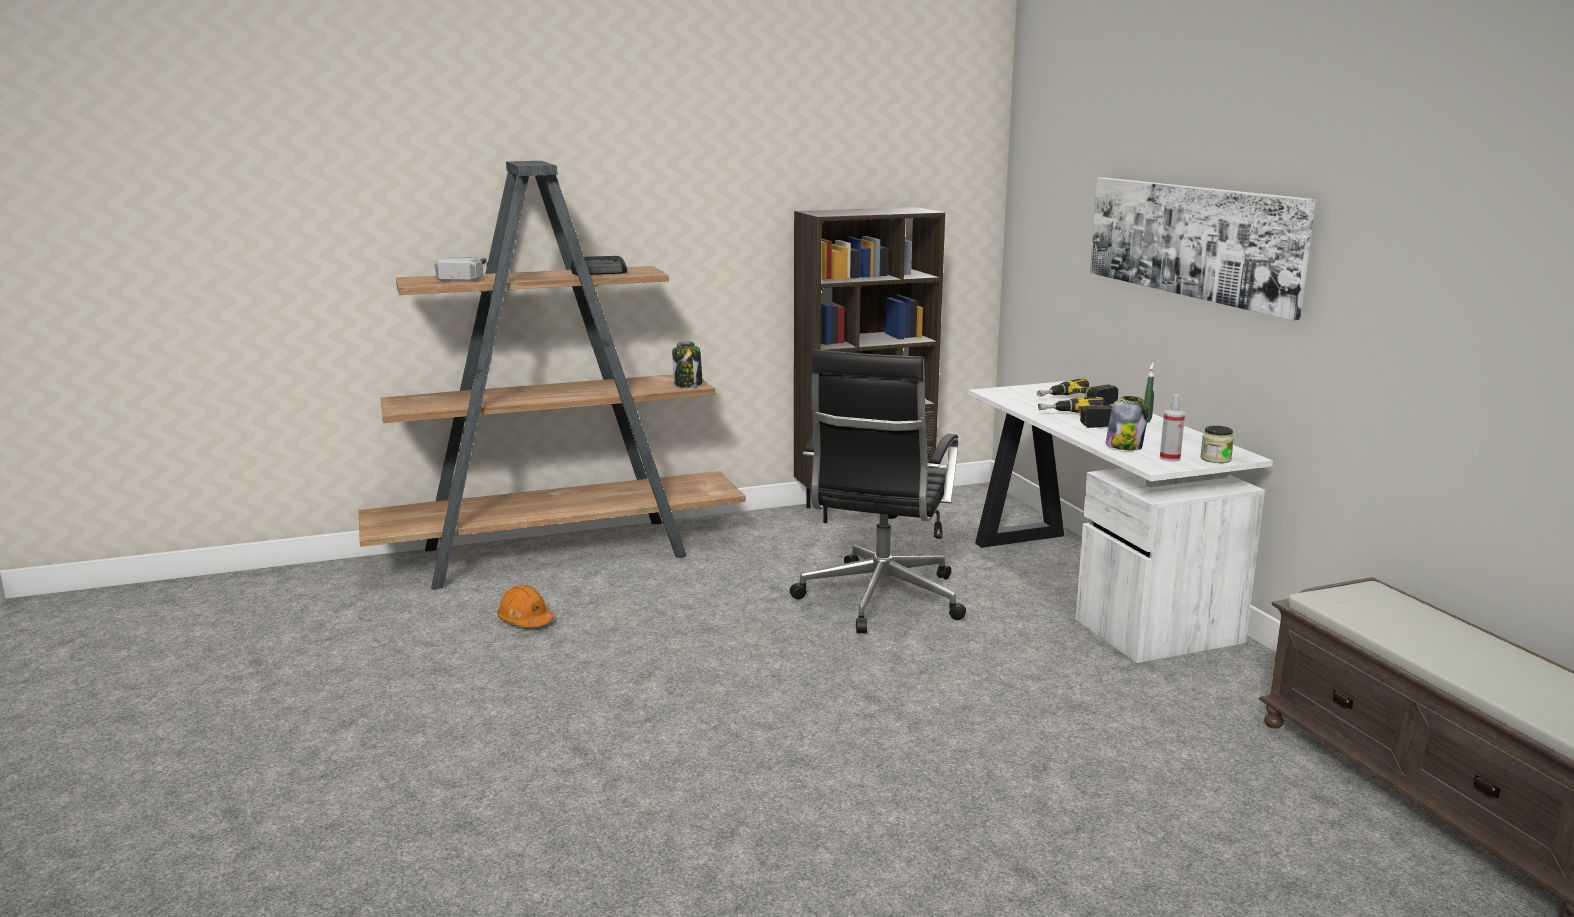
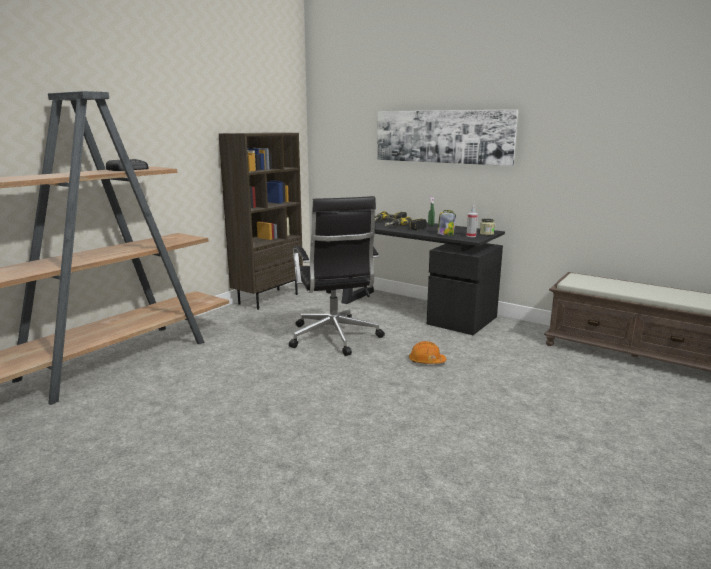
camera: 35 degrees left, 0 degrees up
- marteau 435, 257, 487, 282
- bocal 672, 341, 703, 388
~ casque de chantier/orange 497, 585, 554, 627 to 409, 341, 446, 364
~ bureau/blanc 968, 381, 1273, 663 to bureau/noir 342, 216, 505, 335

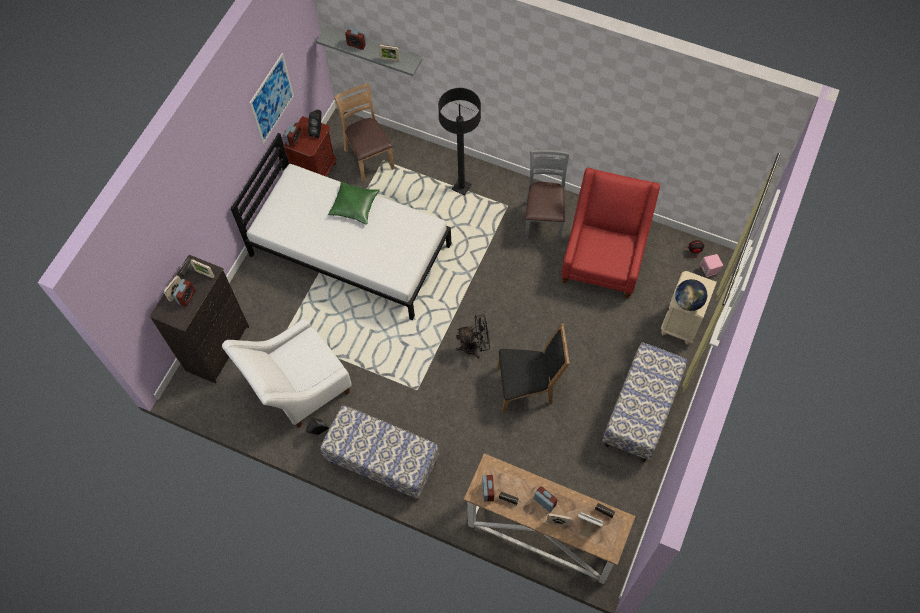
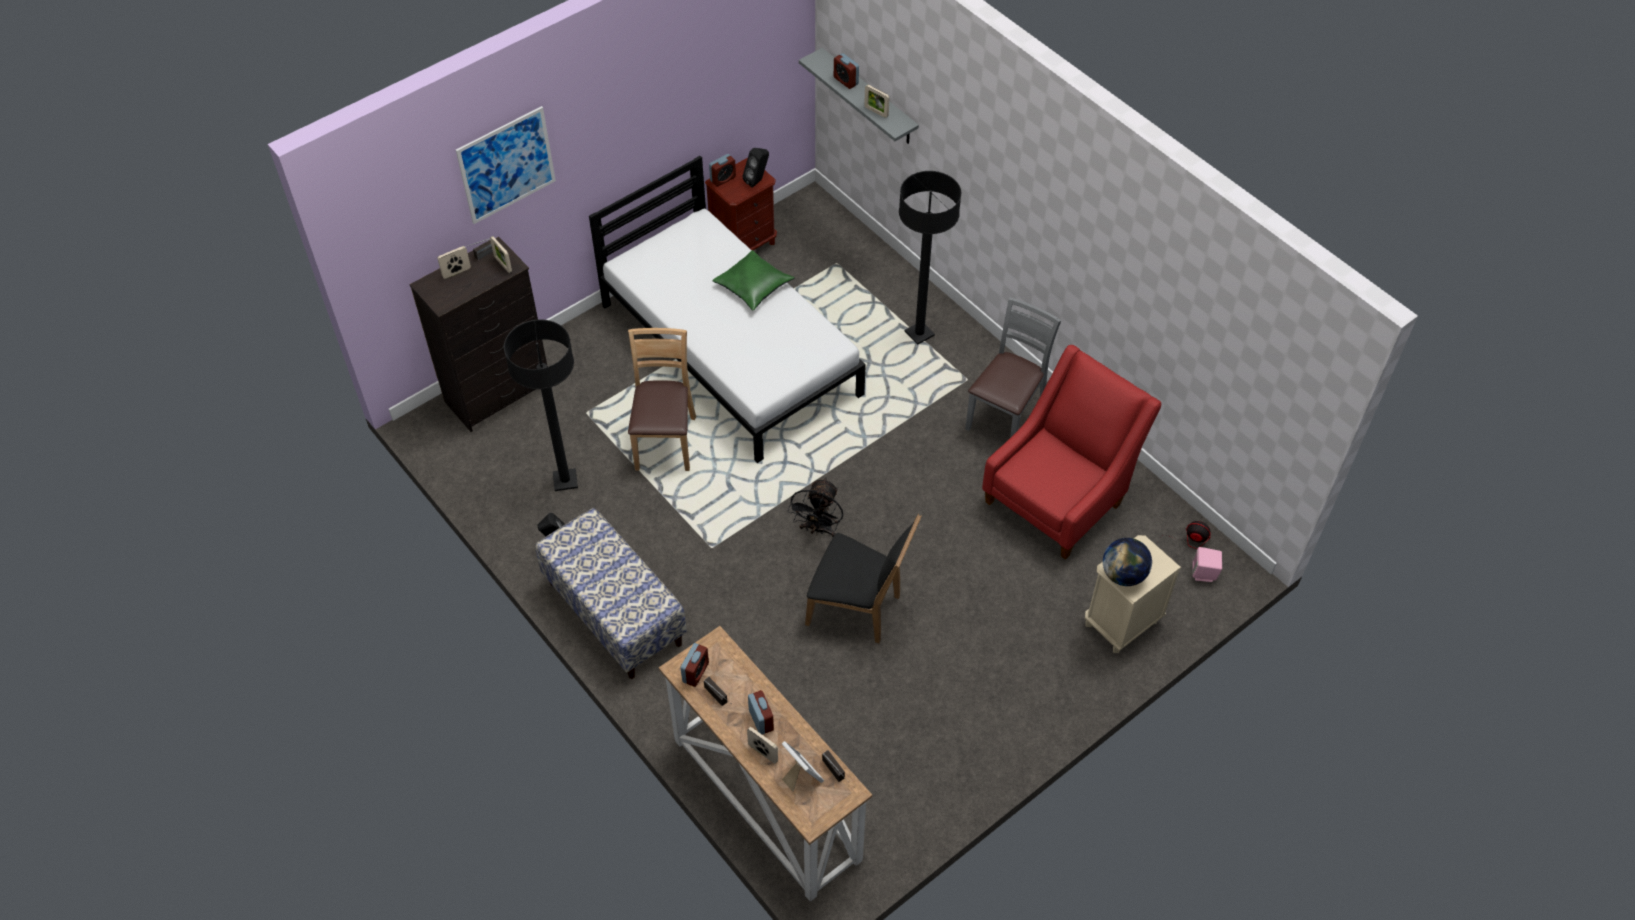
camera: 25 degrees right, 10 degrees down
- réveil 173, 279, 195, 307
- banc 602, 343, 687, 462
~ tableau 249, 53, 294, 144 to 456, 106, 556, 224
~ chaise/marron 334, 83, 394, 182 to 628, 328, 696, 471
~ fauteuil/blanc 222, 318, 352, 428 to lampadaire/noir 504, 319, 578, 491
~ ventilateur/noir 456, 315, 490, 358 = 788, 478, 843, 537 90 degrees clockwise

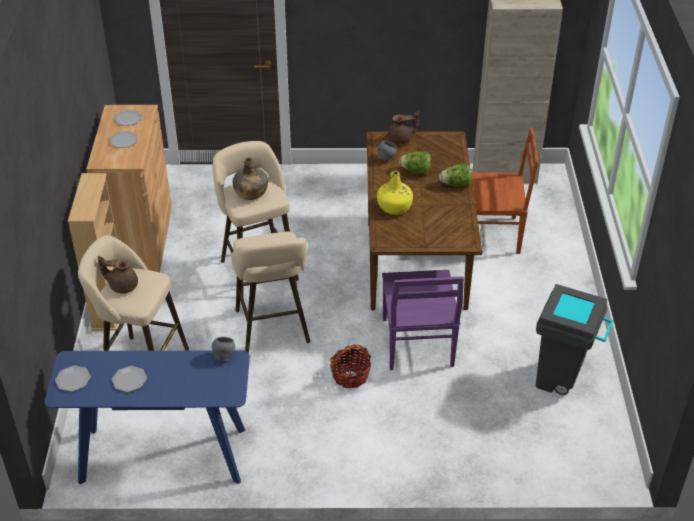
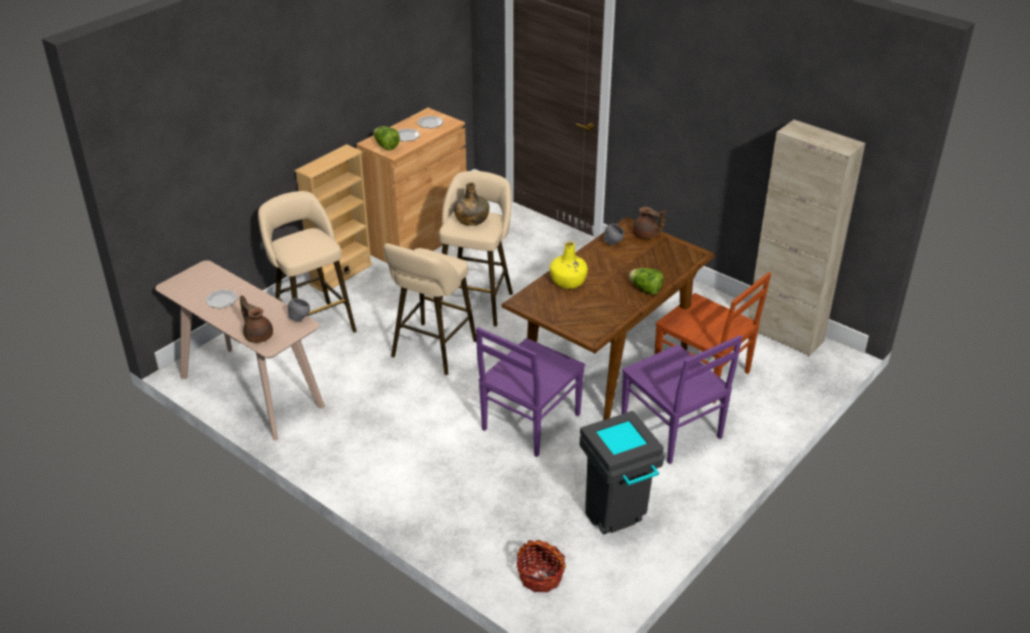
camera: 40 degrees right, 5 degrees down
- assiette 55, 365, 91, 392
+ chaise/violet 621, 335, 742, 464
~ théière/marron 98, 256, 138, 293 to 240, 295, 273, 343
~ panier 330, 344, 371, 388 to 517, 540, 566, 592
~ laitue 399, 151, 431, 175 to 374, 126, 400, 150
~ table console/bleu 45, 350, 250, 484 to table console/beige 155, 260, 325, 441

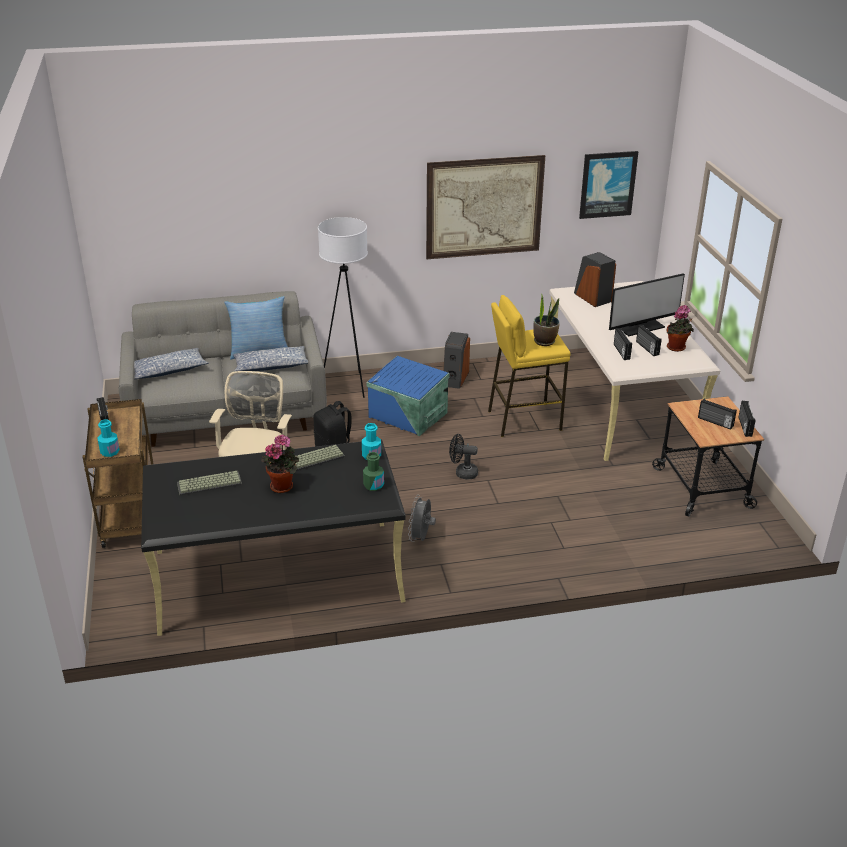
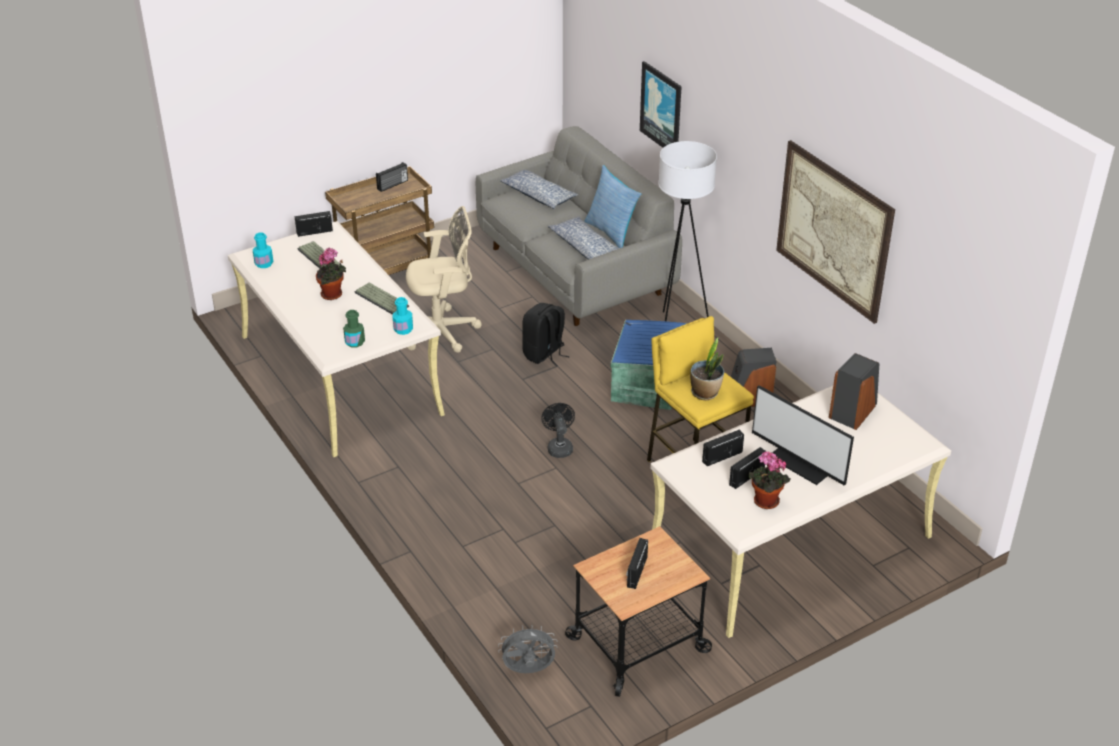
camera: 70 degrees right, 5 degrees up
~ bouteille/turquoise 97, 420, 120, 457 to 253, 232, 273, 268
~ ventilateur/gris 408, 495, 436, 542 to 498, 625, 557, 673
~ tableau 579, 151, 638, 219 to 640, 61, 682, 148
~ radio 738, 401, 756, 437 to 295, 211, 333, 237
~ bureau/noir 141, 439, 406, 636 to bureau/beige 228, 221, 445, 457

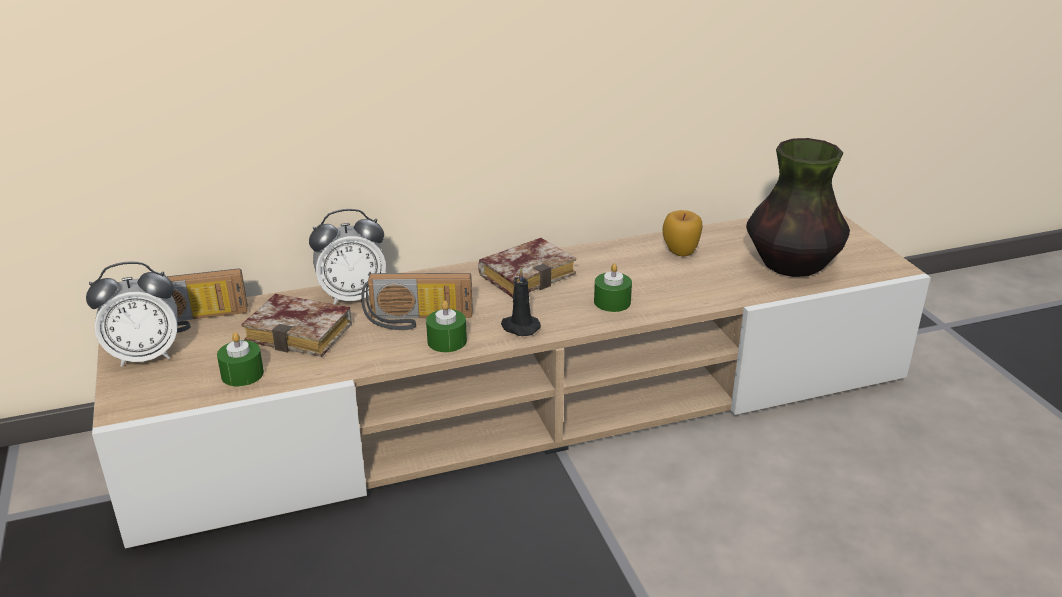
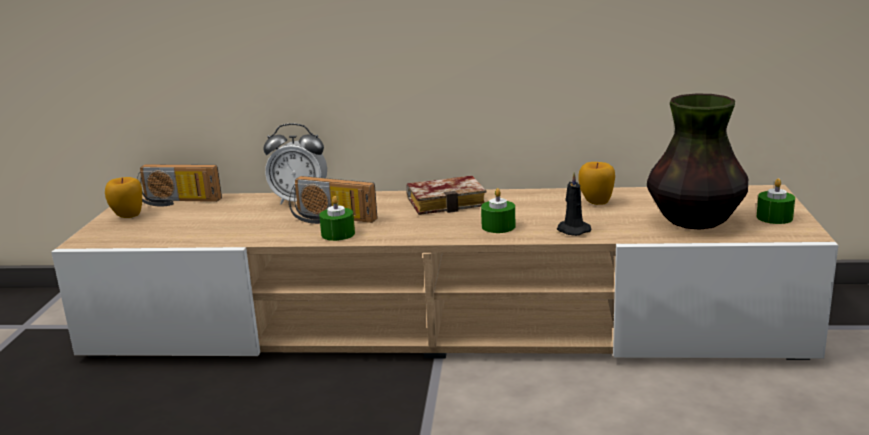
camera: 25 degrees right, 10 degrees down
- livre 241, 294, 352, 357
~ bougie/vert 217, 332, 264, 386 to 757, 178, 795, 224
~ bougie/noir 501, 267, 541, 336 to 557, 172, 592, 236
~ réveil 86, 262, 178, 367 to pomme 105, 177, 142, 218

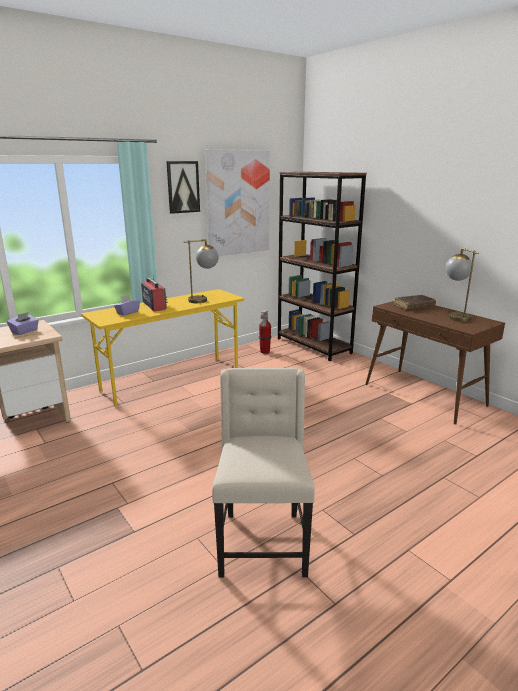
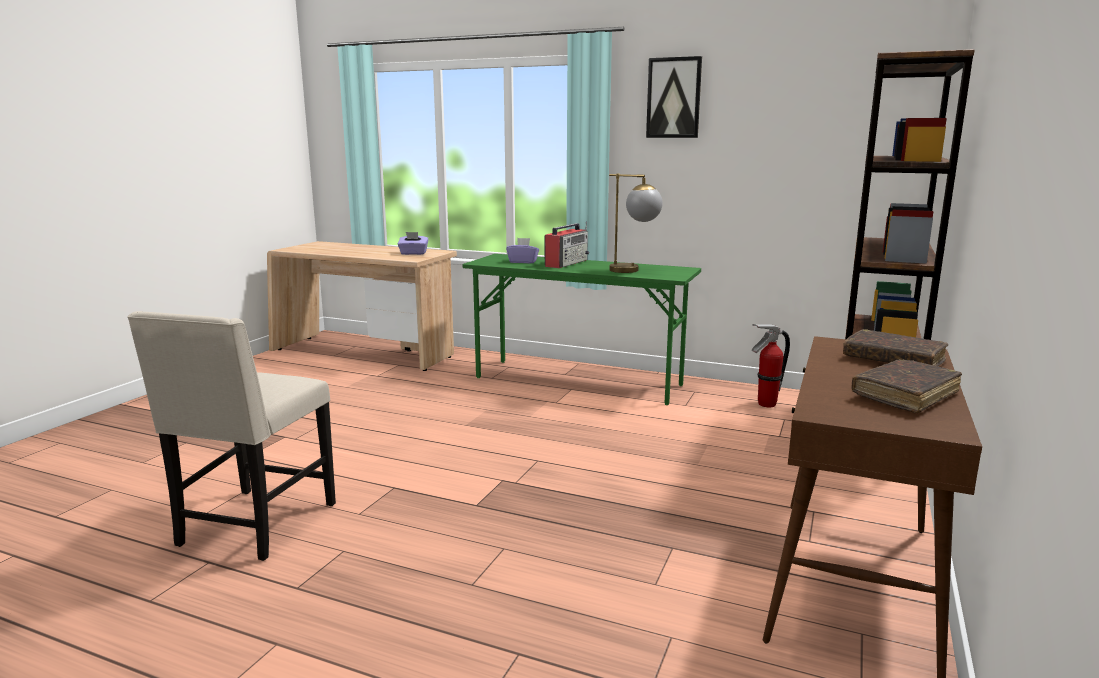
camera: 60 degrees right, 5 degrees down
- tableau 205, 149, 270, 256
~ lampe de table 445, 248, 479, 322 to livre/marron 851, 360, 962, 413
~ bureau/jaune 81, 289, 244, 408 to bureau/vert 463, 254, 701, 405
~ chaise/beige 212, 368, 315, 578 = 127, 311, 336, 561 135 degrees clockwise

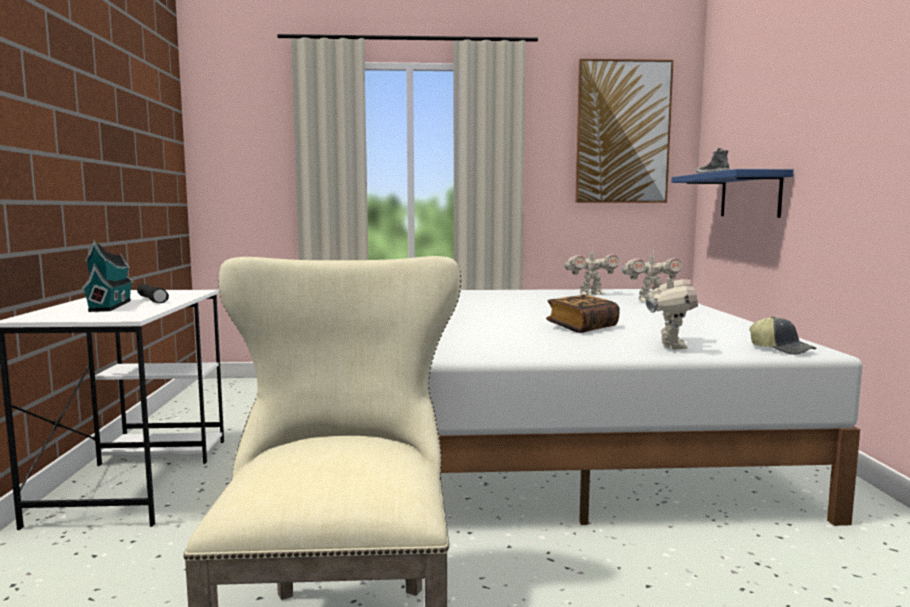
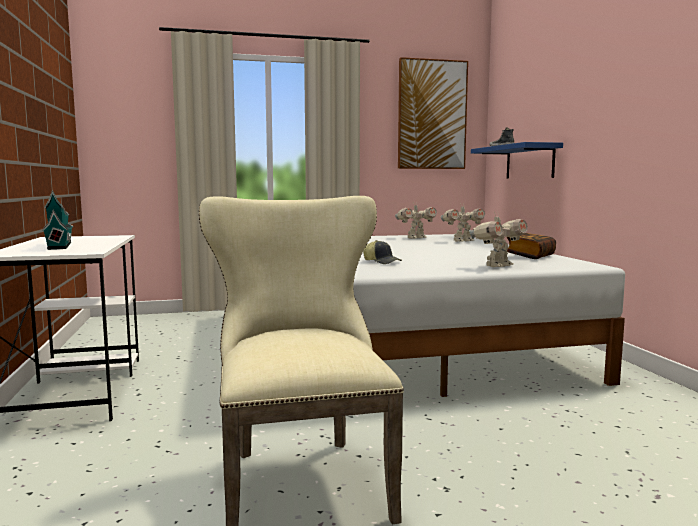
camera: 10 degrees left, 0 degrees up
- lampe de poche/noir 137, 284, 169, 303
~ livre 546, 295, 620, 333 to 507, 233, 556, 259
~ casquette 749, 316, 817, 355 to 363, 240, 402, 264
~ robot jouet 646, 270, 698, 350 = 469, 211, 528, 267 45 degrees clockwise

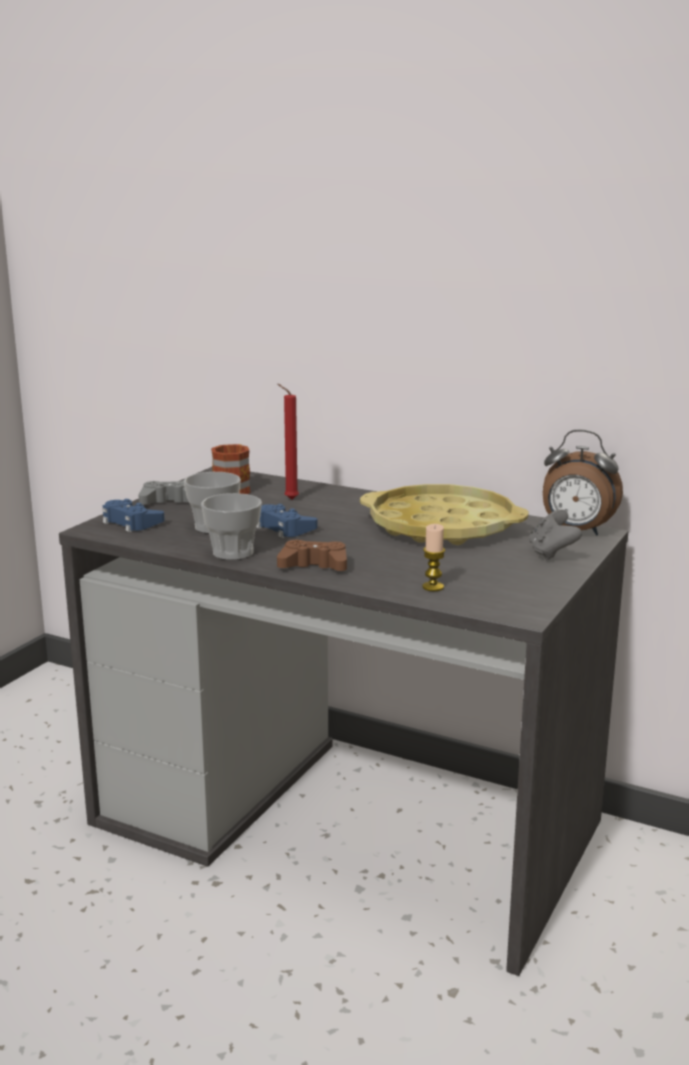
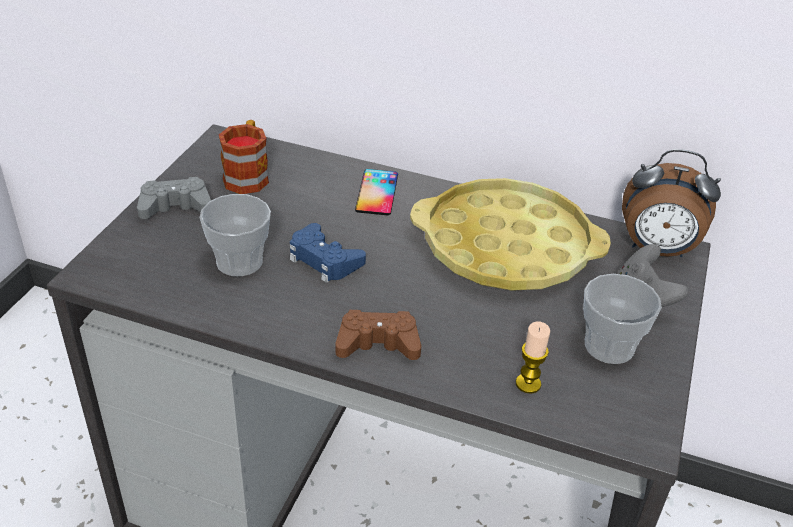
camera: 10 degrees left, 20 degrees up
- manette/bleu 102, 499, 165, 532
- bougie/rouge 277, 384, 299, 500
+ téléphone 355, 169, 398, 215
~ tasse 201, 493, 262, 560 to 583, 274, 662, 364

